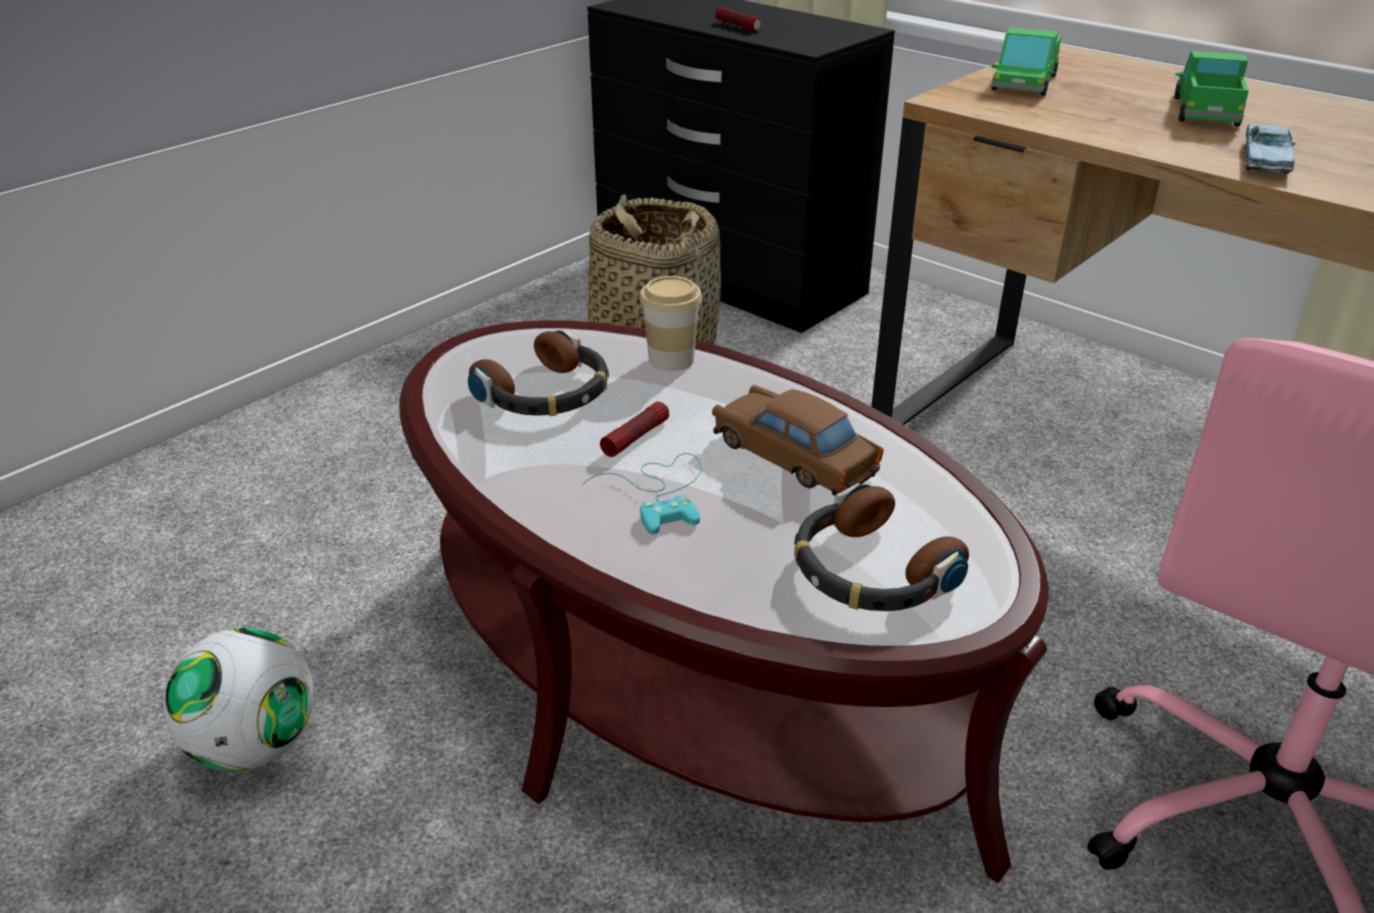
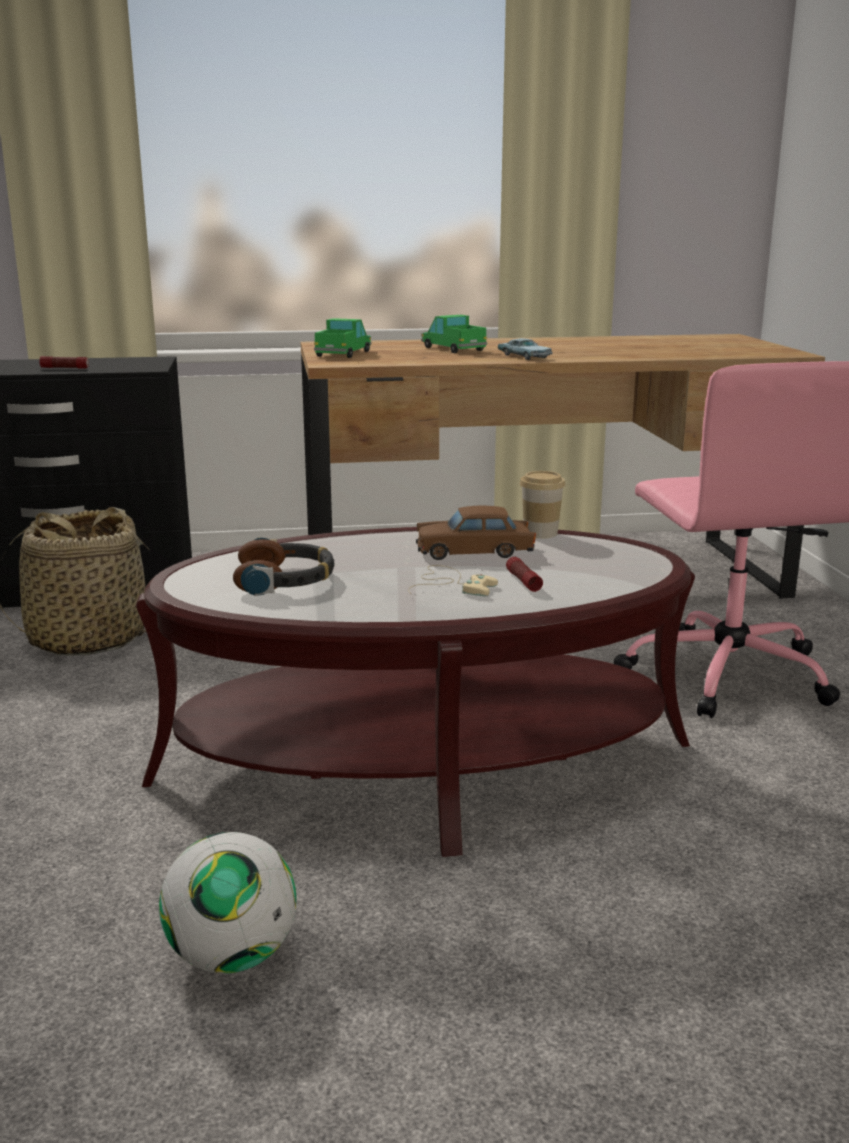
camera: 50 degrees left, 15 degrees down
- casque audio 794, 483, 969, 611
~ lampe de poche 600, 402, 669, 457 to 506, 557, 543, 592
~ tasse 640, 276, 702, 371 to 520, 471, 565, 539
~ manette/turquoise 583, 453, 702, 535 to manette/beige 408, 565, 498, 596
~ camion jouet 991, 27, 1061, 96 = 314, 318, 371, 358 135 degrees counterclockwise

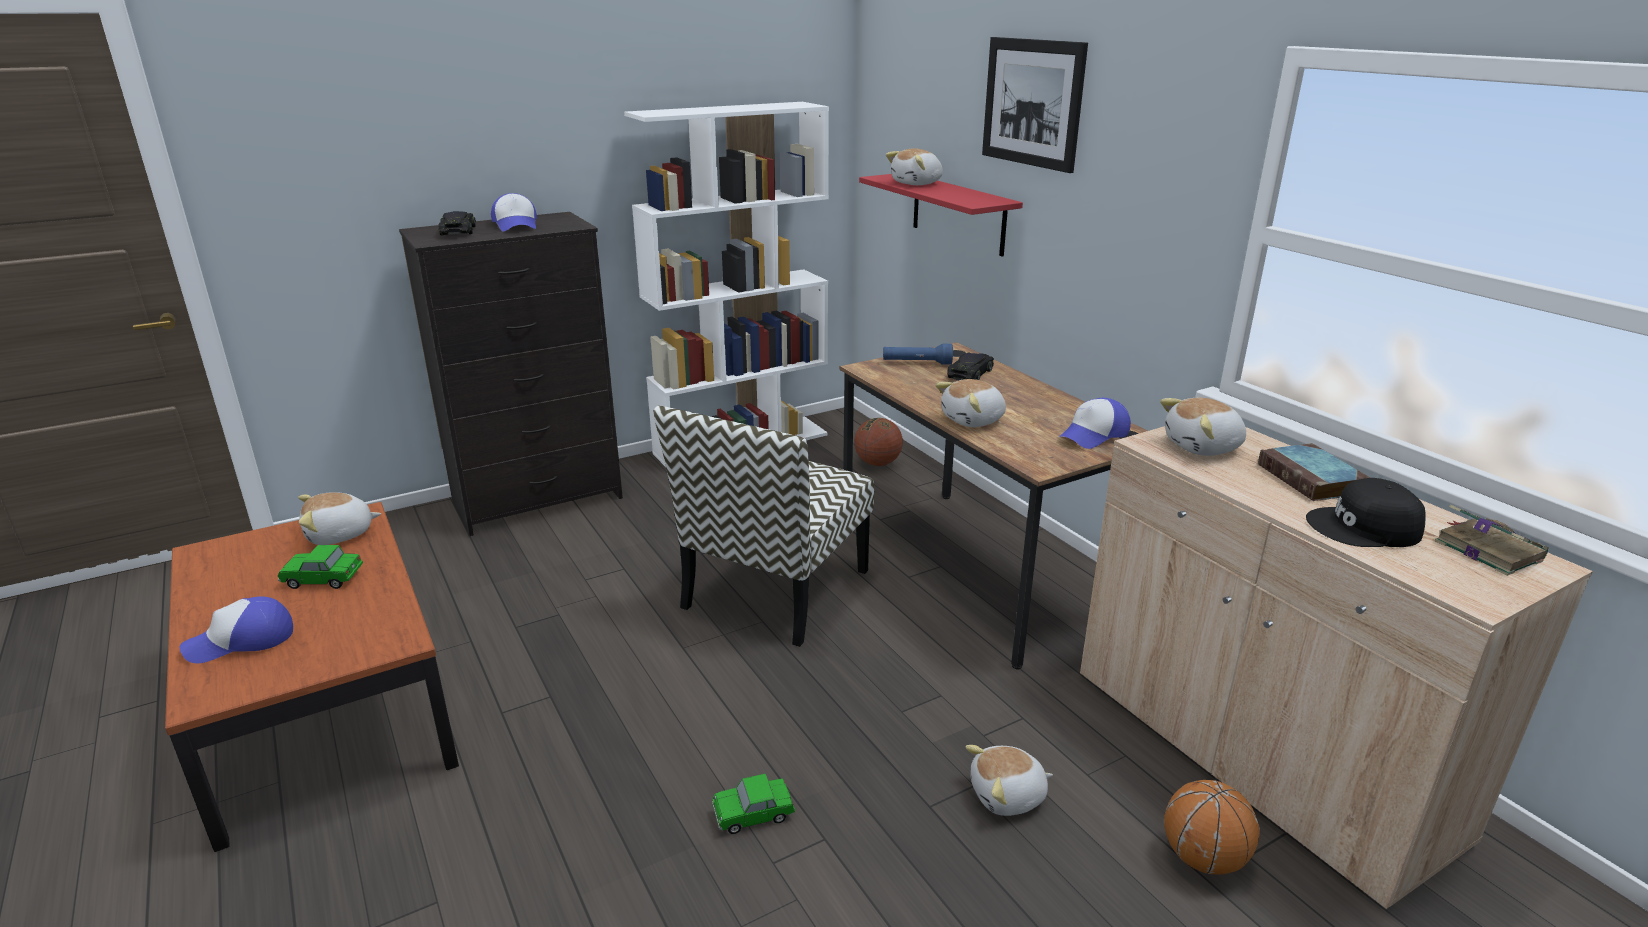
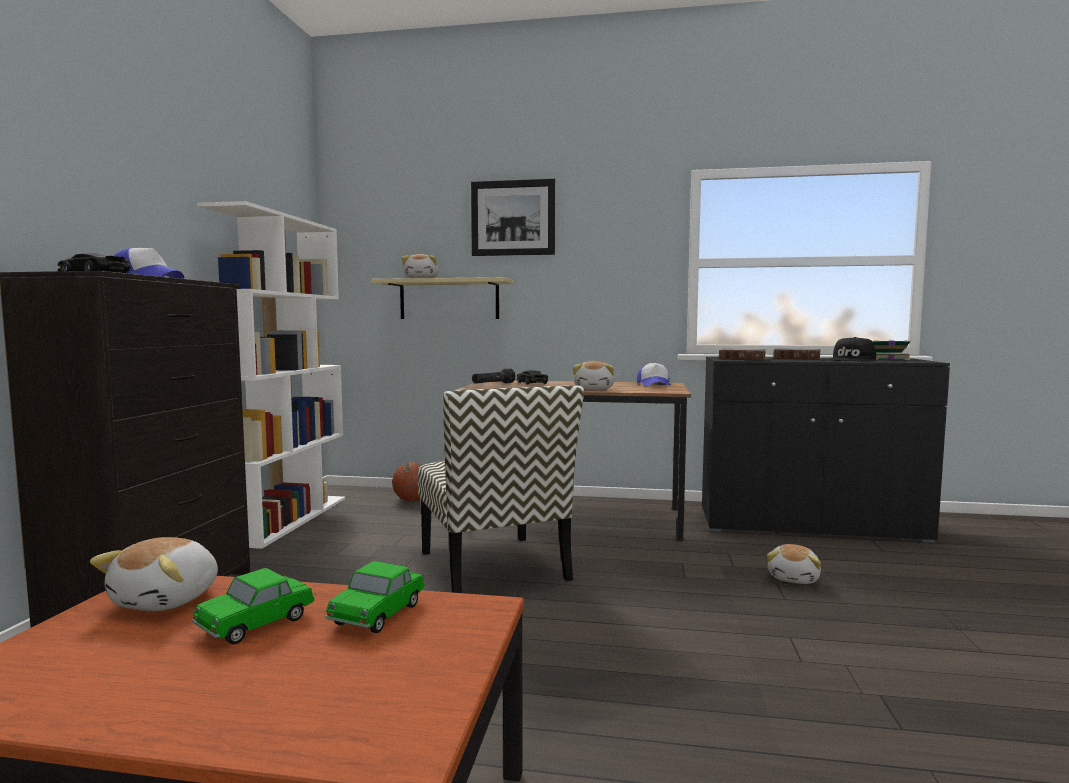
camera: 50 degrees left, 20 degrees down
- casquette 180, 597, 293, 663
- ballon de basket 1164, 780, 1260, 874
~ petite voiture 712, 774, 795, 834 to 326, 561, 425, 633
~ peluche 1160, 398, 1246, 456 to livre 719, 349, 766, 360
~ étagère/rouge 859, 174, 1023, 257 to étagère/beige 370, 277, 513, 319
~ lampe de poche/bleu 883, 344, 953, 365 to lampe de poche/noir 472, 368, 516, 384
~ meuble de rangement/beige 1080, 426, 1593, 910 to meuble de rangement/noir 702, 357, 950, 543

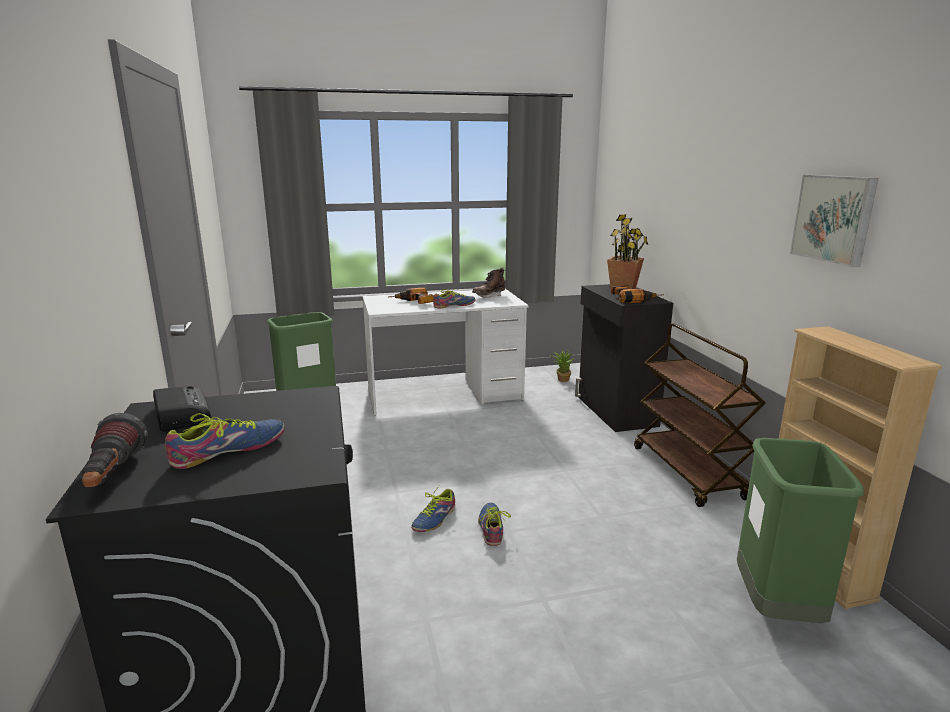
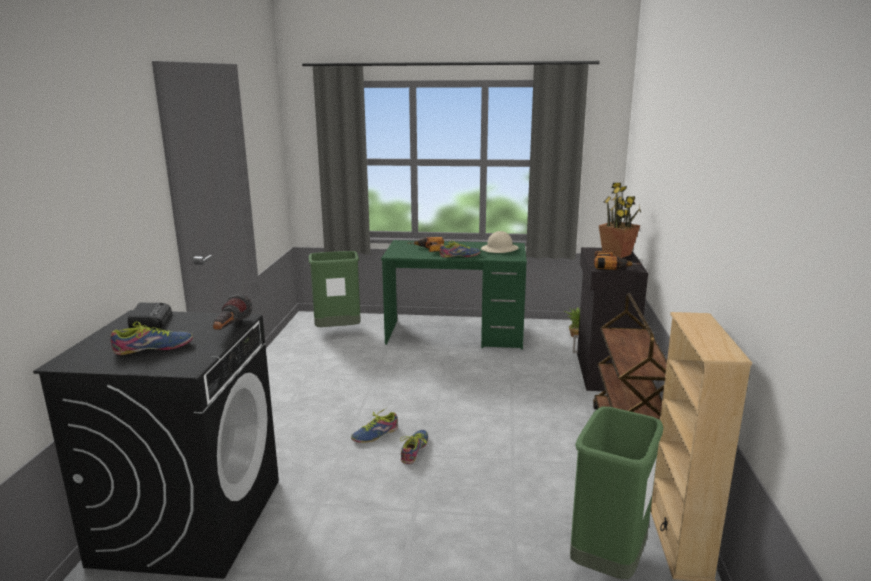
camera: 20 degrees right, 0 degrees up
- tableau 790, 175, 878, 267
~ lampe de poche 81, 413, 148, 487 to 213, 294, 252, 330
~ botte/marron 472, 268, 505, 298 to casque de chantier/beige 481, 231, 519, 253
~ bureau/blanc 363, 289, 529, 415 to bureau/vert 381, 240, 527, 350

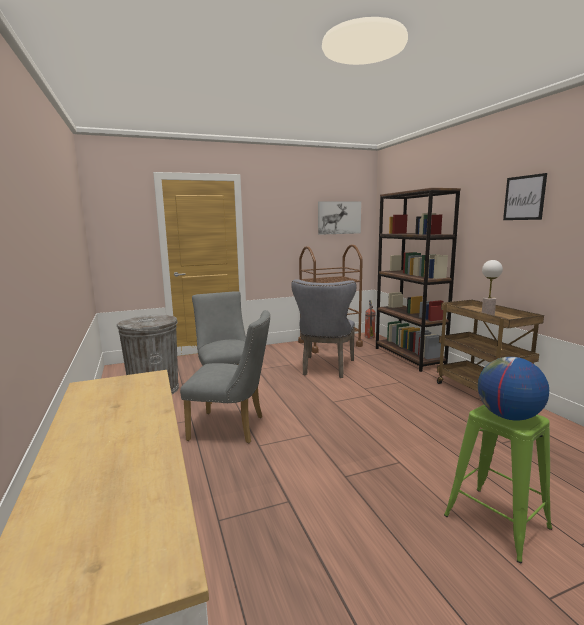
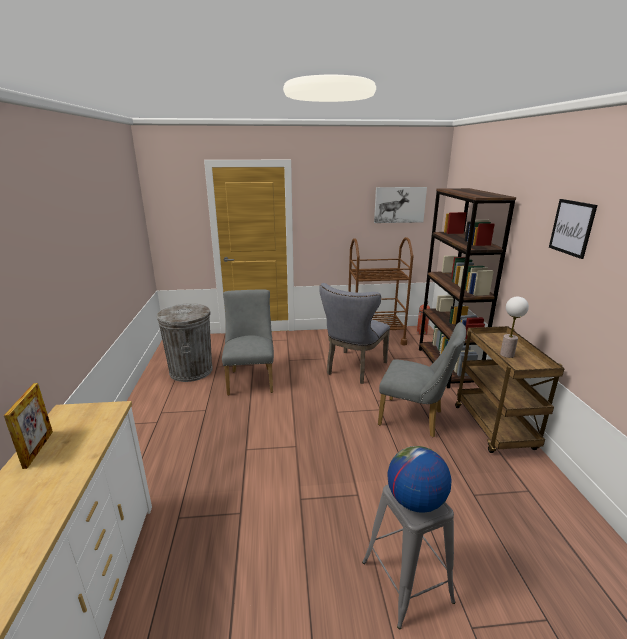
camera: 15 degrees right, 10 degrees up
+ cadre photo 4, 383, 53, 469
~ chaise/gris 180, 310, 270, 443 to 378, 322, 466, 437
~ tabouret/vert 444, 405, 552, 563 to tabouret/gris 362, 485, 455, 629

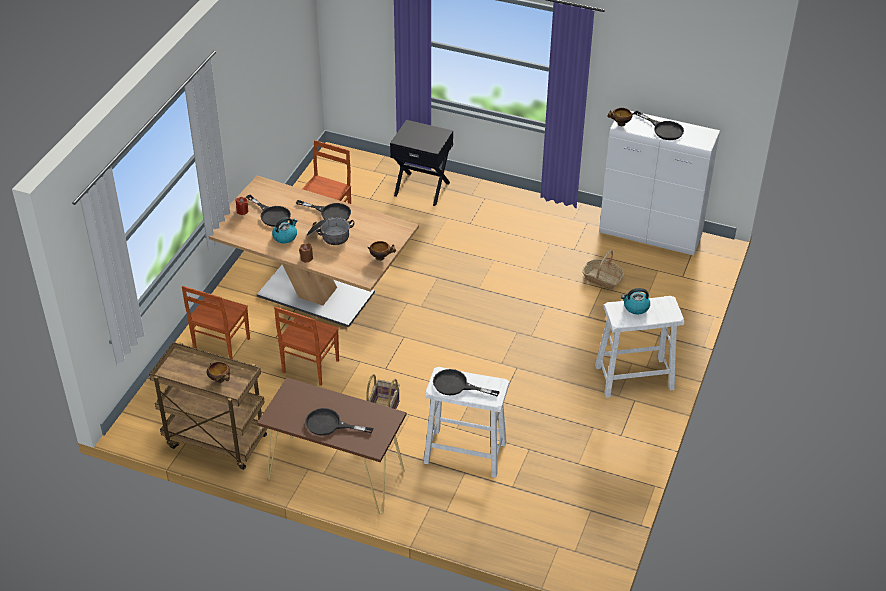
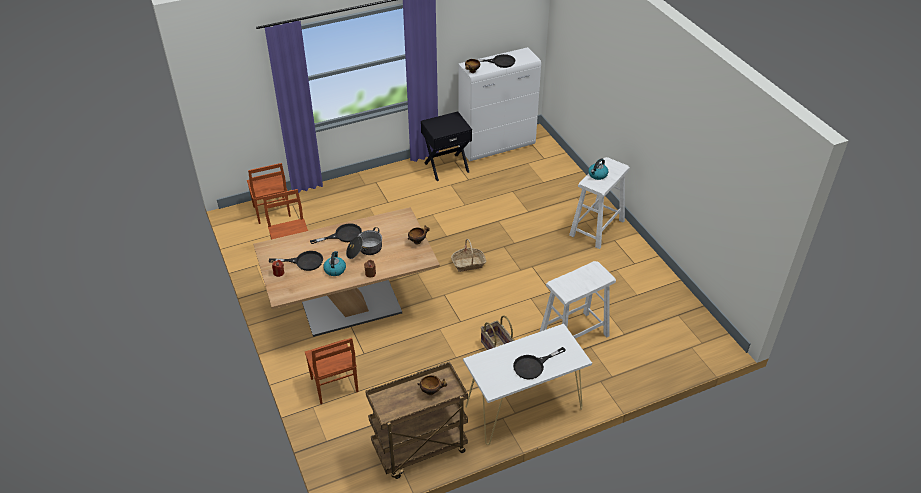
camera: 45 degrees left, 0 degrees up
- poêle/noir 433, 369, 500, 396
~ chaise/marron 274, 307, 339, 386 to 247, 163, 291, 224
~ table de chevet/noir 390, 120, 453, 206 to 421, 111, 472, 181
~ panier 582, 250, 624, 289 to 451, 239, 486, 272
~ table console/marron 257, 378, 406, 514 to table console/blanc 463, 324, 592, 445

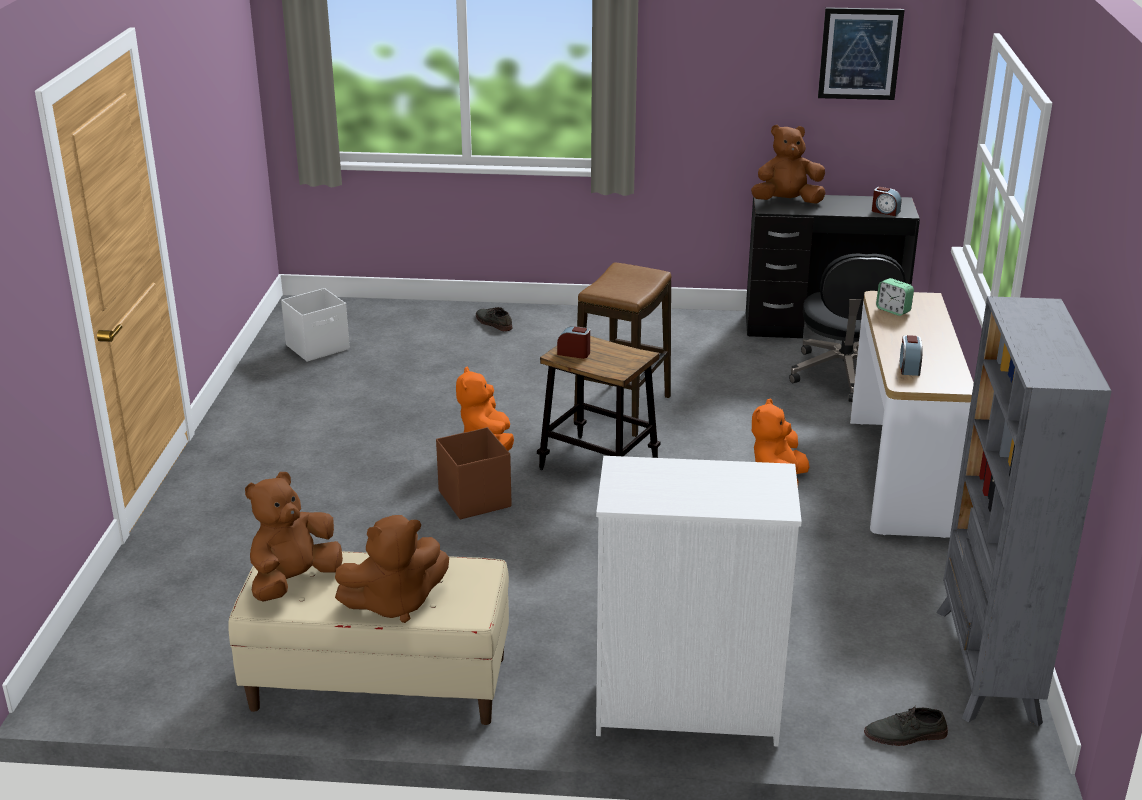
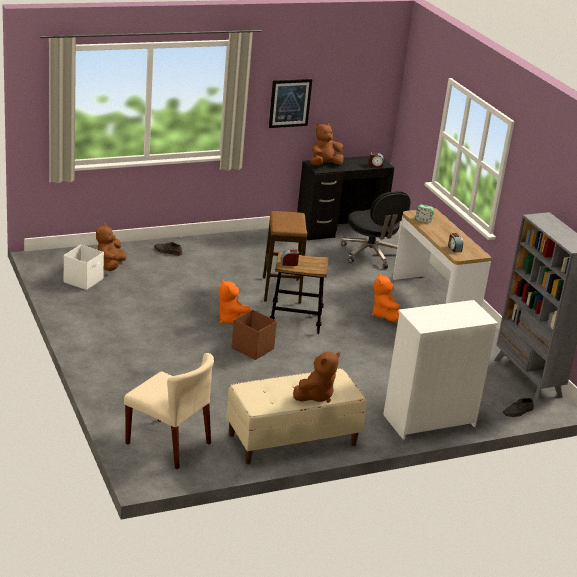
camera: 30 degrees left, 0 degrees up
+ chaise/beige 124, 353, 214, 469
~ peluche/marron 245, 472, 343, 602 to 96, 223, 127, 271
~ tableau 818, 7, 904, 100 to 269, 79, 312, 128

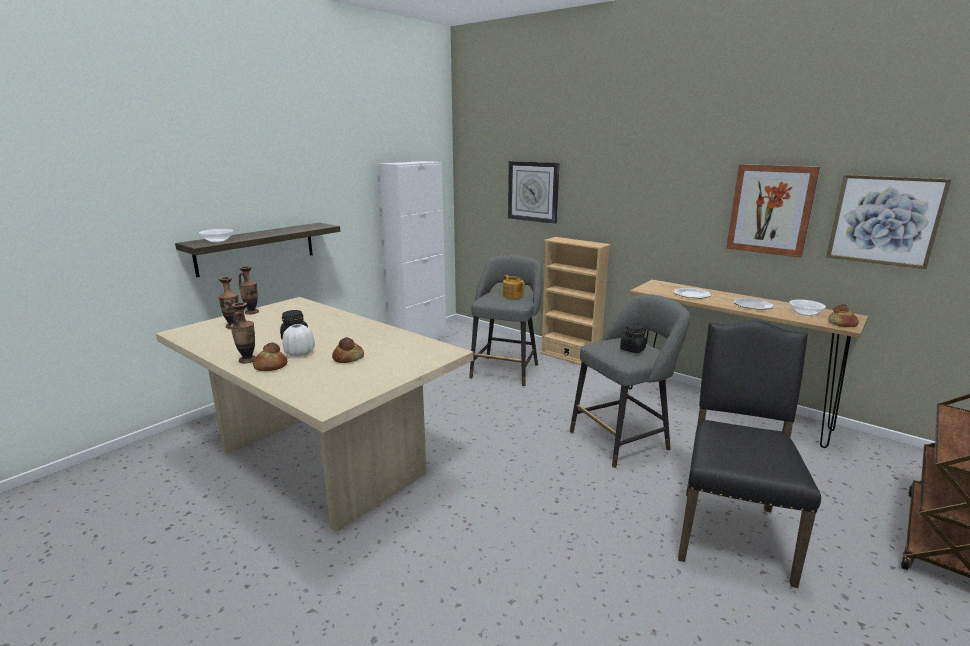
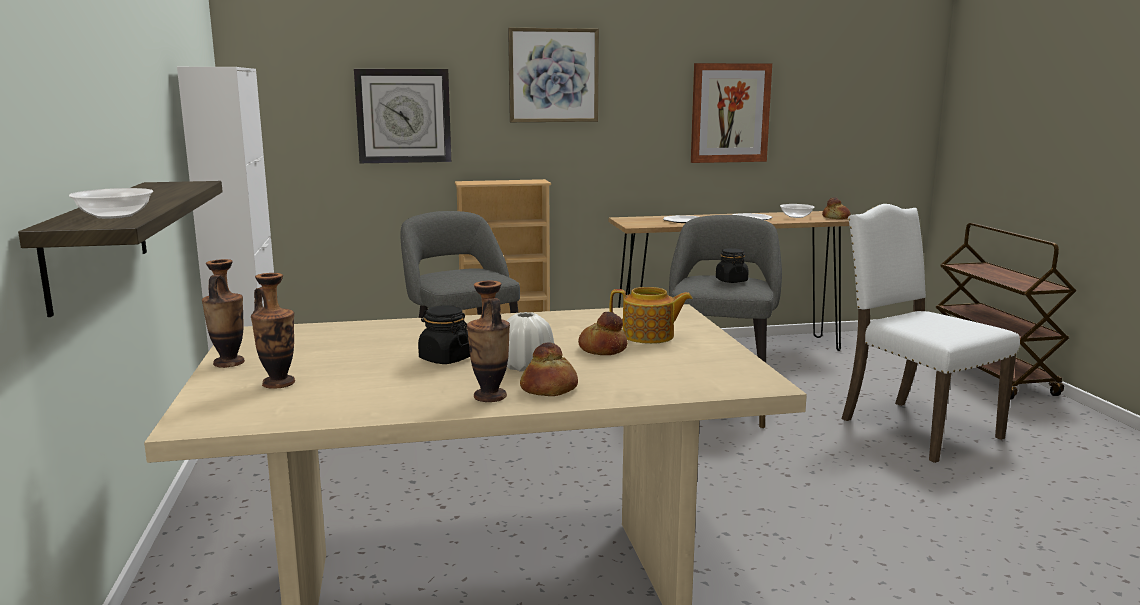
camera: 50 degrees left, 5 degrees down
~ théière 503, 275, 524, 299 to 610, 287, 693, 344
~ tableau 826, 175, 952, 269 to 508, 28, 599, 122
~ chaise/noir 678, 320, 821, 588 to chaise/blanc 842, 204, 1020, 463

